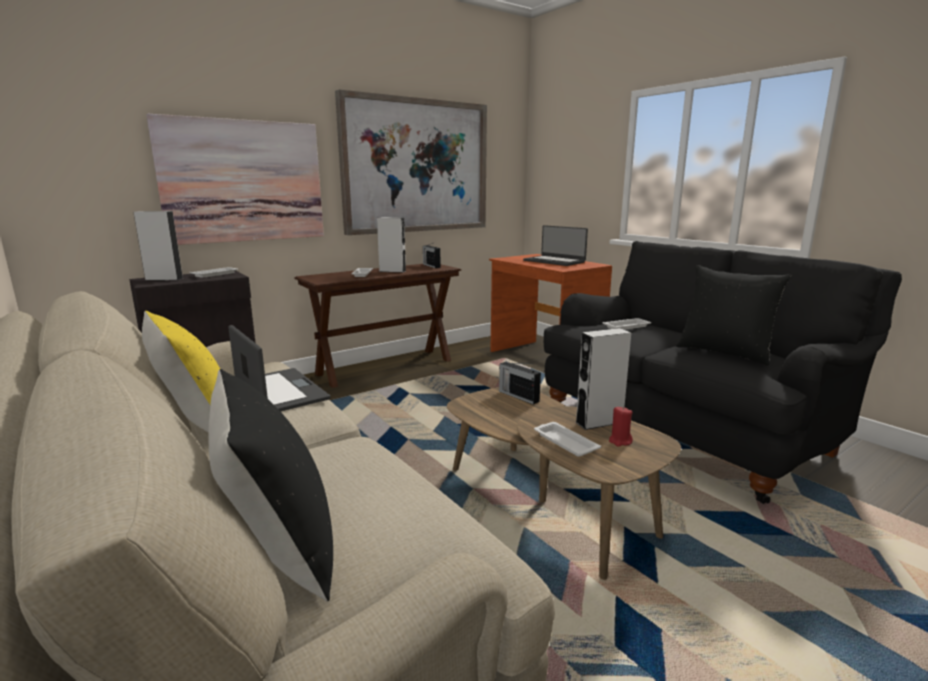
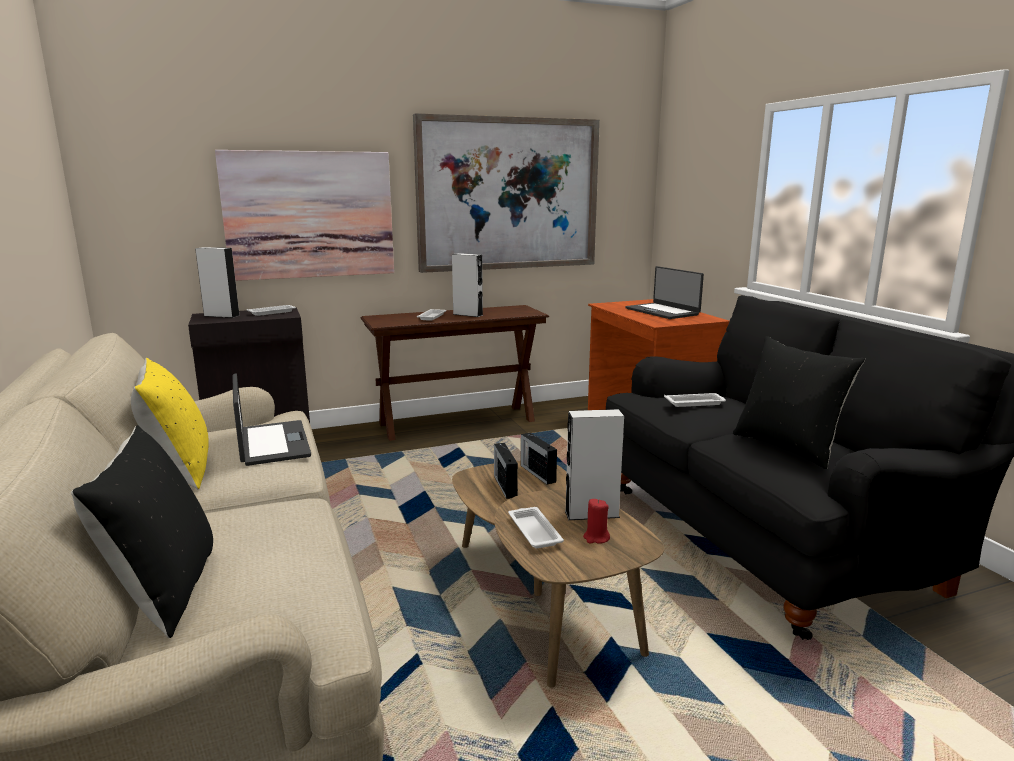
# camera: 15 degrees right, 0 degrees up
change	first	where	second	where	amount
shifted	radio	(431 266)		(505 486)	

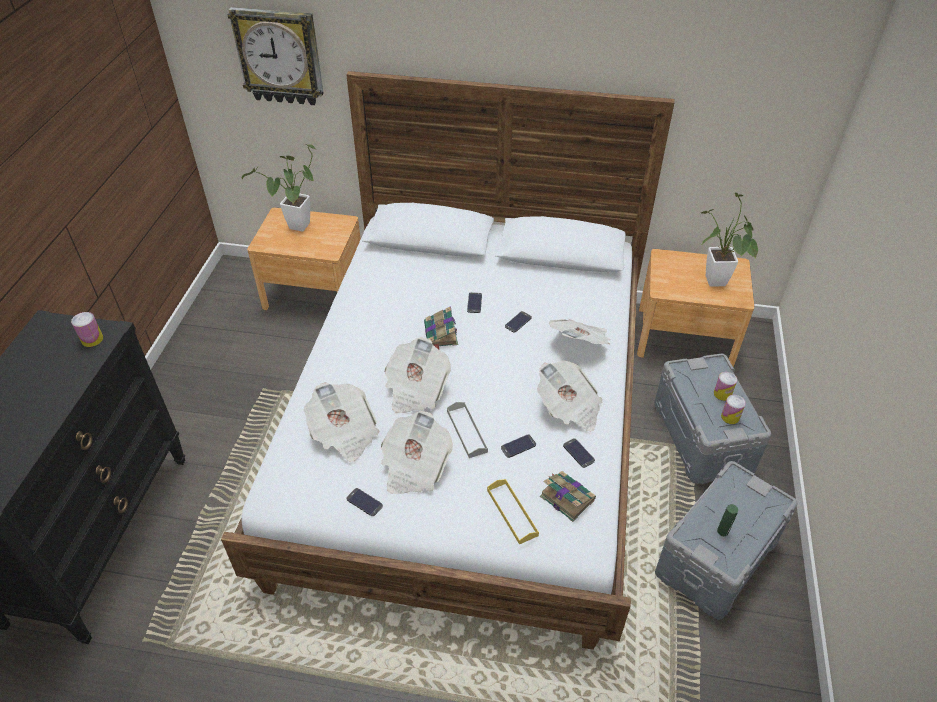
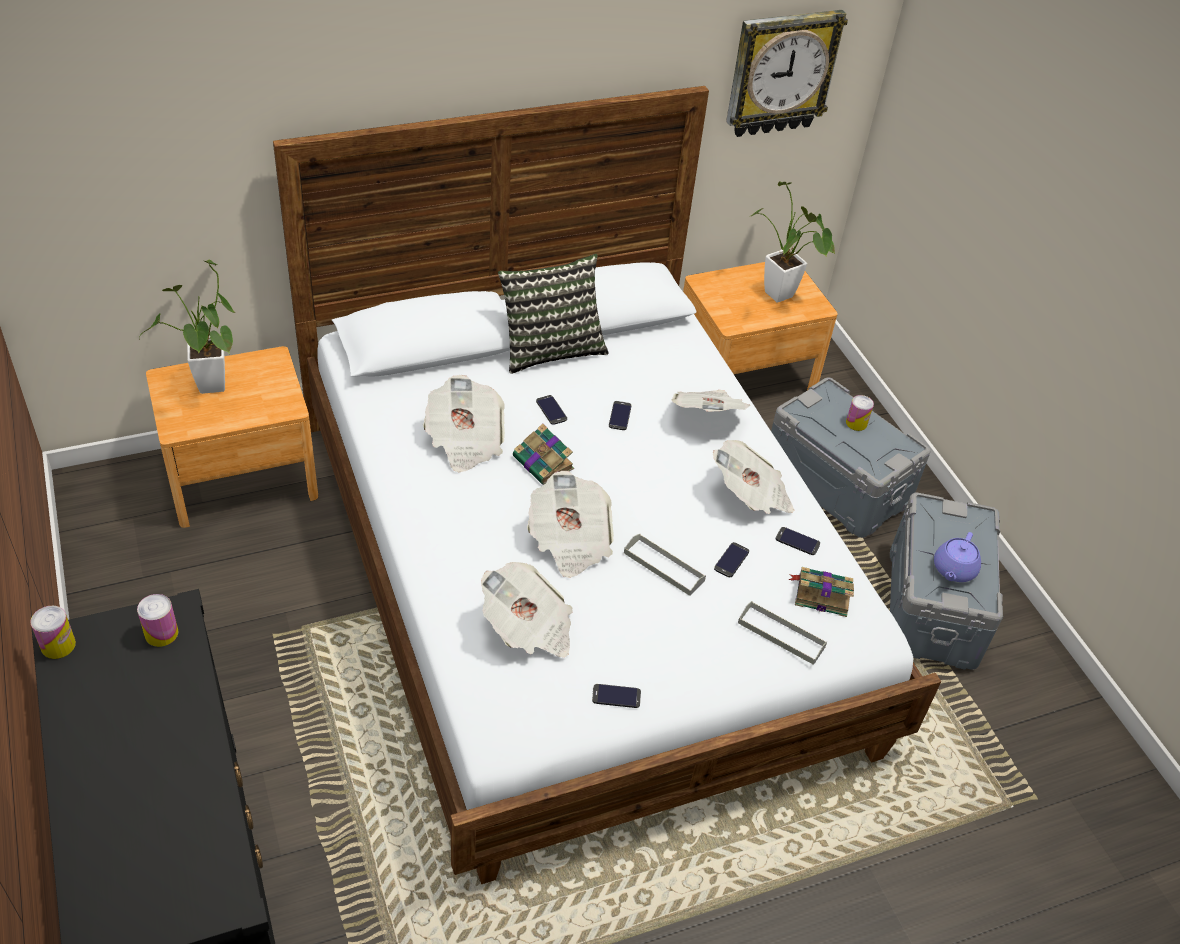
# camera: 35 degrees left, 0 degrees up
change	first	where	second	where	amount
new			coussin	(550 348)	
shifted	horloge murale	(279 56)		(781 73)	
shifted	journal	(414 467)		(465 441)	
shifted	boîte métallique	(730 417)		(58 645)	
swapped	bouteille (vert)	(722 531)	théière (violet)	(953 570)	
repainted	plateau (jaune)	(512 512)	plateau (gris)	(781 635)	

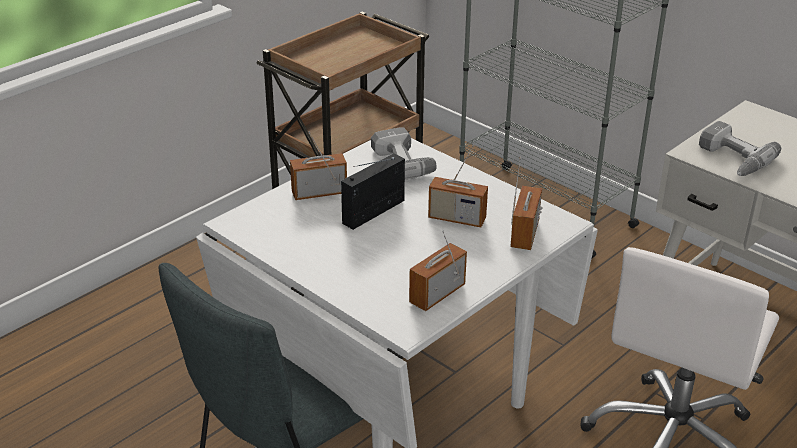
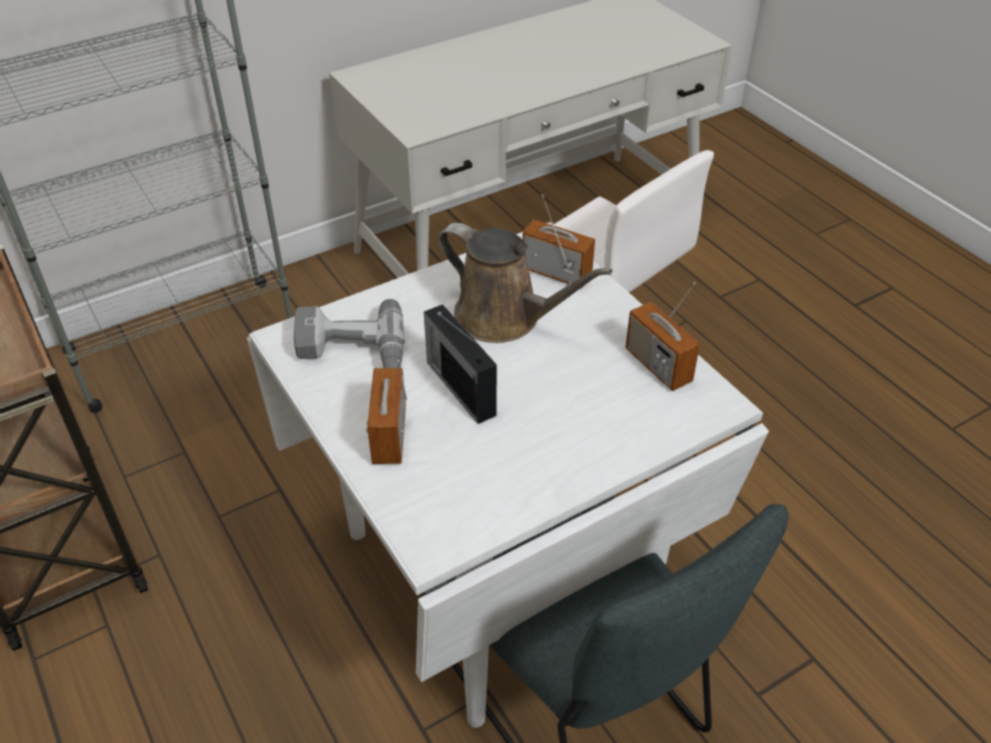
# camera: 75 degrees left, 10 degrees up
change	first	where	second	where	amount
gone	perceuse	(731 159)			
swapped	radio	(457 219)	arrosoir (marron)	(505 318)	

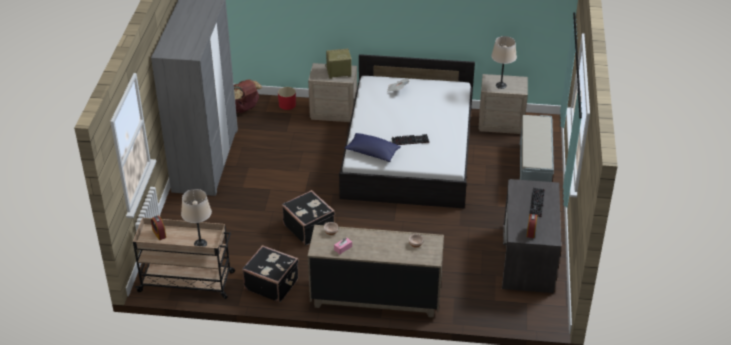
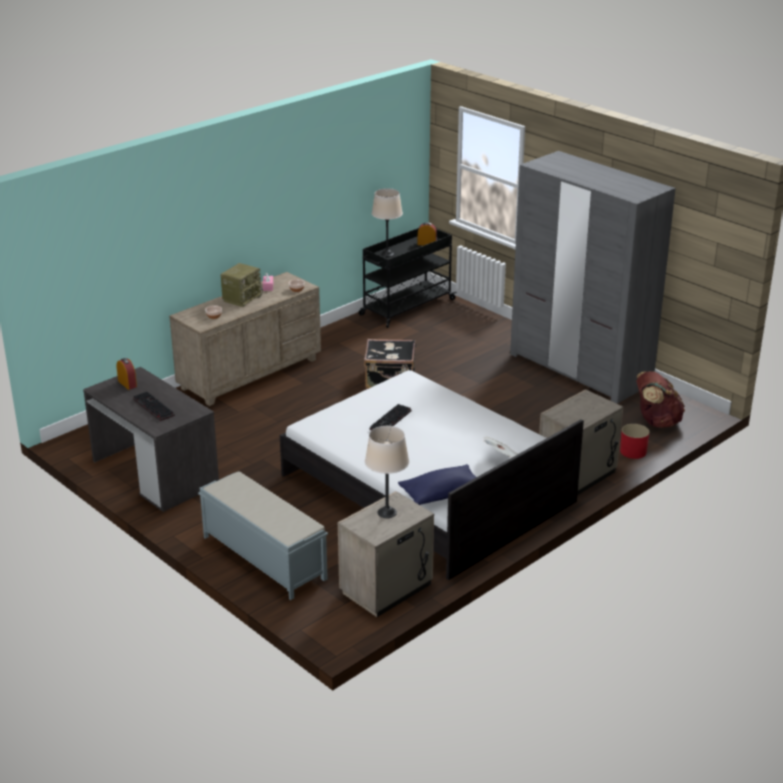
# camera: 130 degrees right, 10 degrees down
change	first	where	second	where	amount
gone	valise (noir)	(272 284)			
shifted	radio	(338 73)		(242 298)	
shifted	coussin (bleu)	(372 153)		(442 494)	
repainted	chariot (beige)	(188 282)	chariot (noir)	(406 307)	

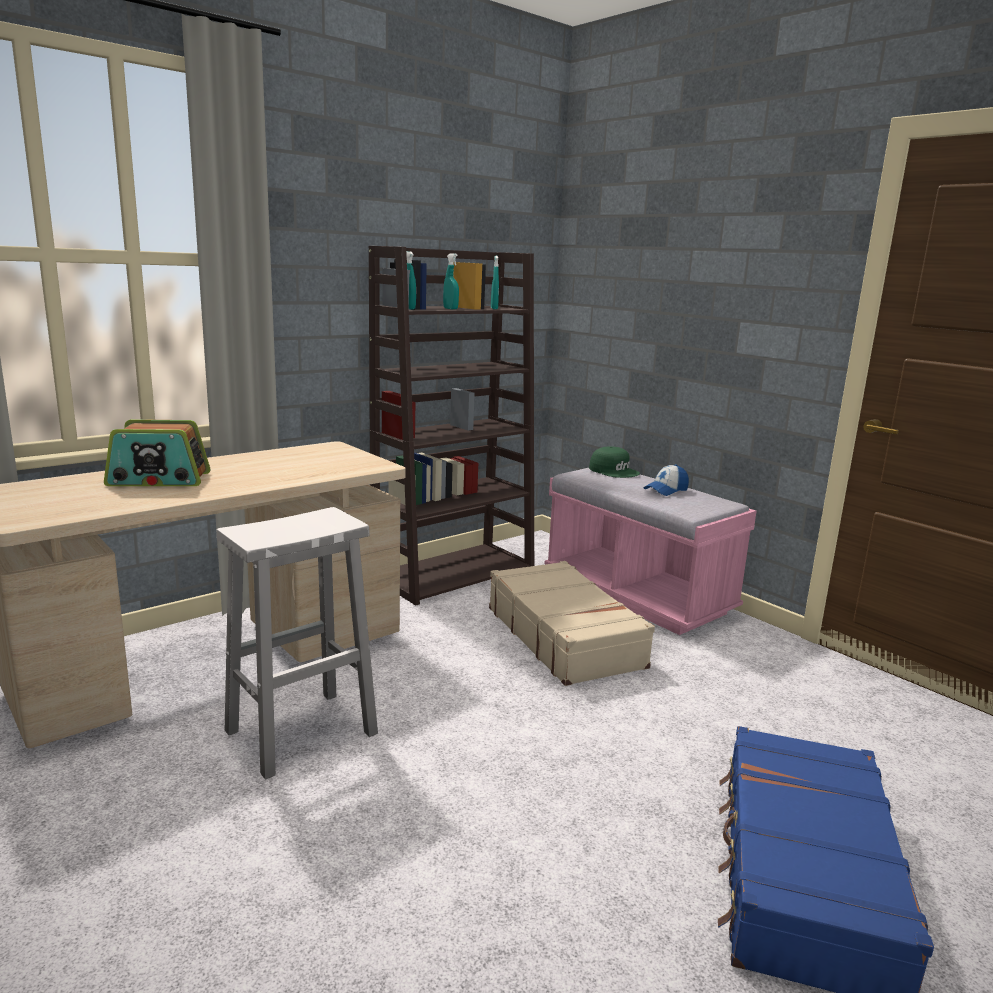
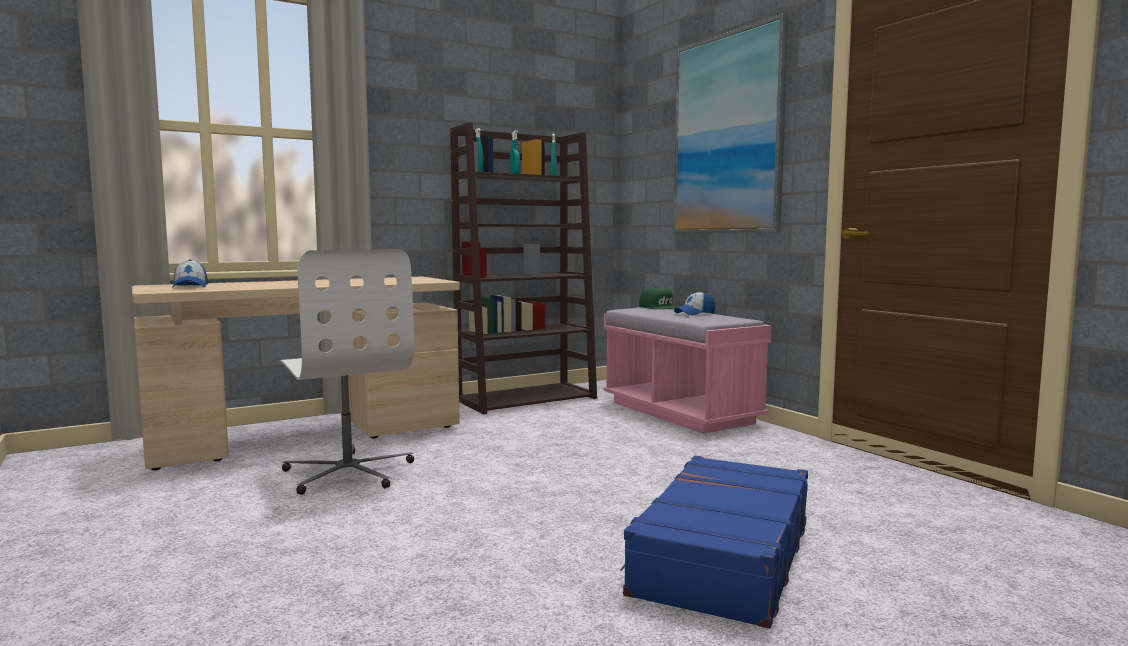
# camera: 10 degrees right, 10 degrees down
change	first	where	second	where	amount
gone	radio	(159 479)			
gone	valise (beige)	(564 637)			
new			casquette	(190 287)	
new			tableau	(728 135)	
swapped	tabouret (blanc)	(299 733)	chaise de bureau (blanc)	(349 472)	

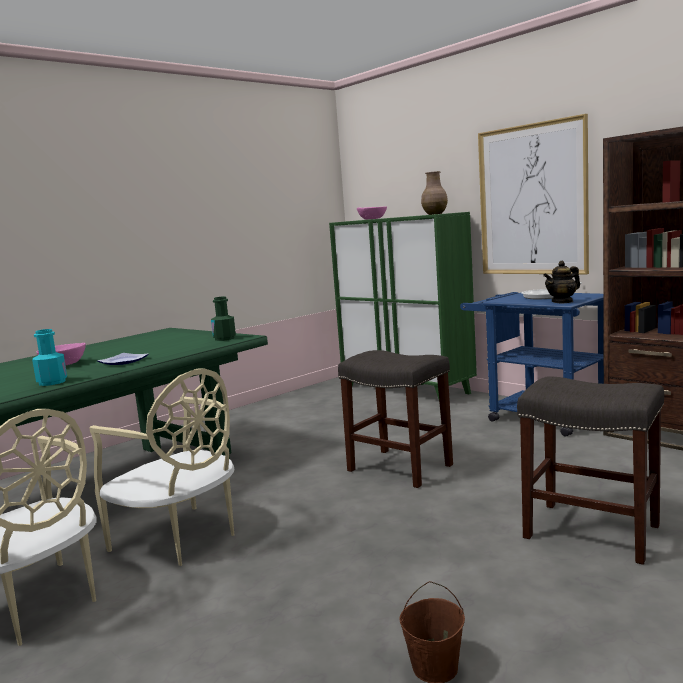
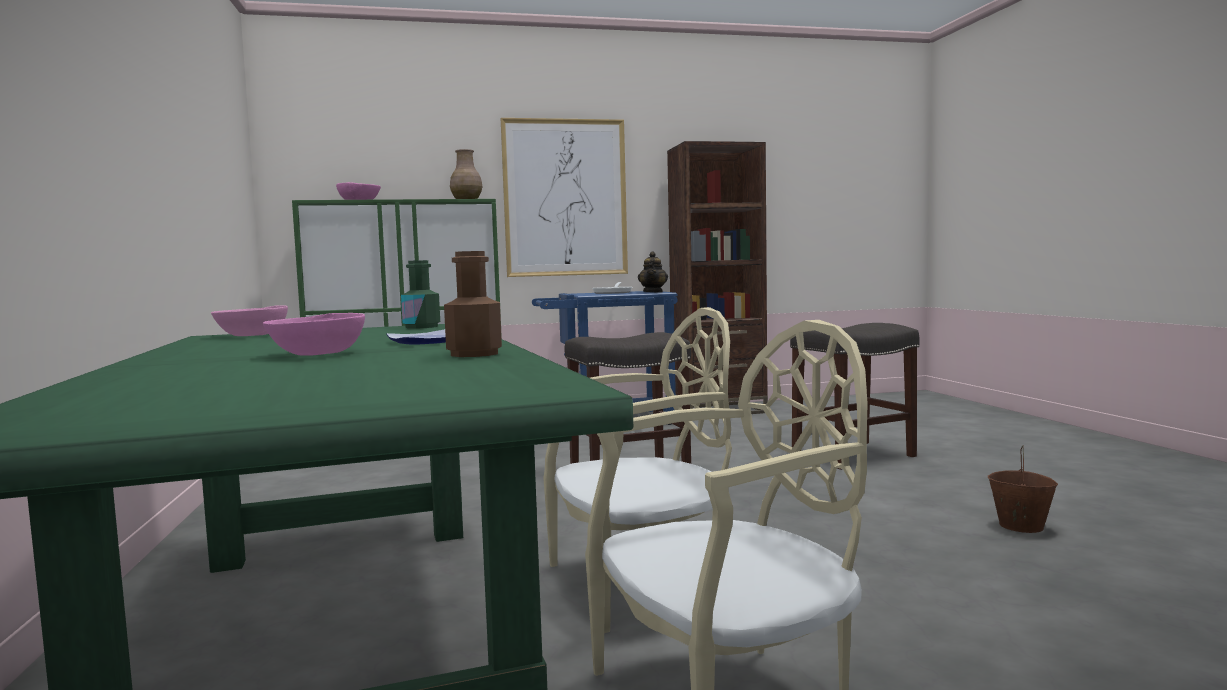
# camera: 60 degrees left, 5 degrees down
change	first	where	second	where	amount
new			bol (rose)	(252 335)	
repainted	bouteille (turquoise)	(52 382)	bouteille (marron)	(474 354)	

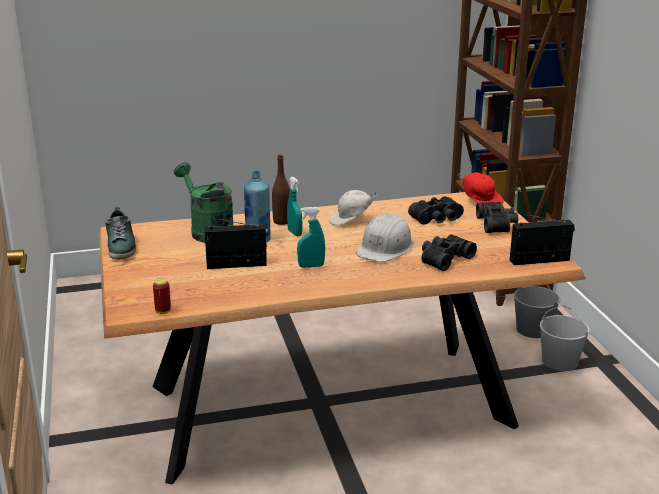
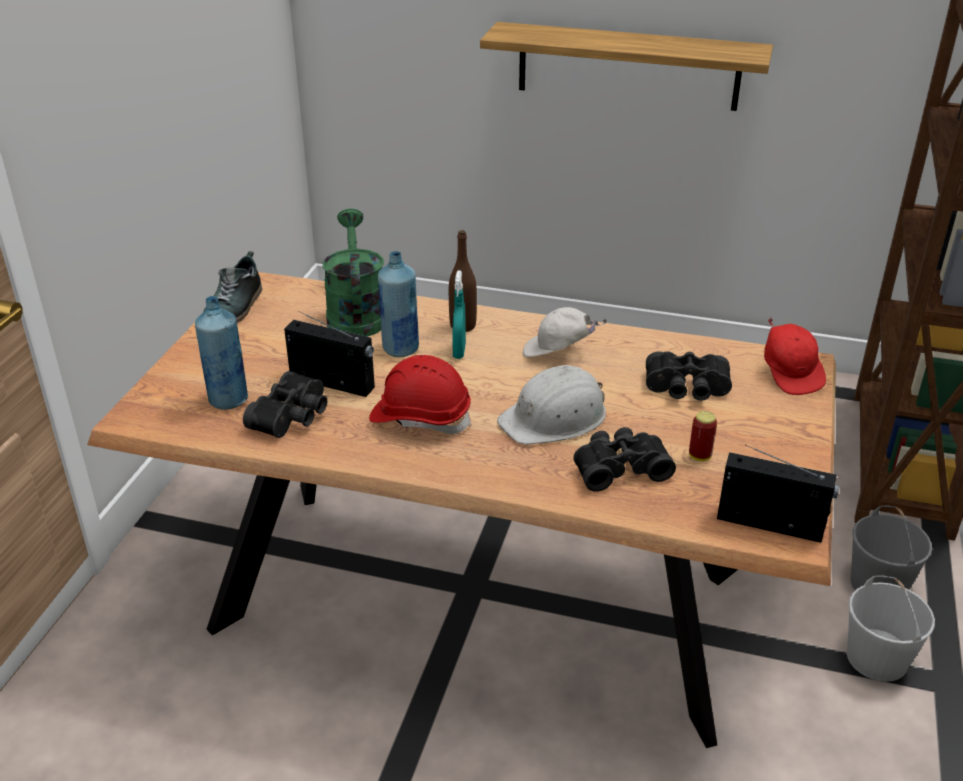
# camera: 30 degrees right, 10 degrees up
change	first	where	second	where	amount
new			bouteille (bleu)	(228 399)	
new			étagère	(628 66)	
shifted	boîte métallique	(163 311)		(700 456)	
shifted	jumelles (noir)	(497 224)		(293 416)	
swapped	vaporisateur (turquoise)	(311 266)	casque de chantier (rouge)	(420 417)	

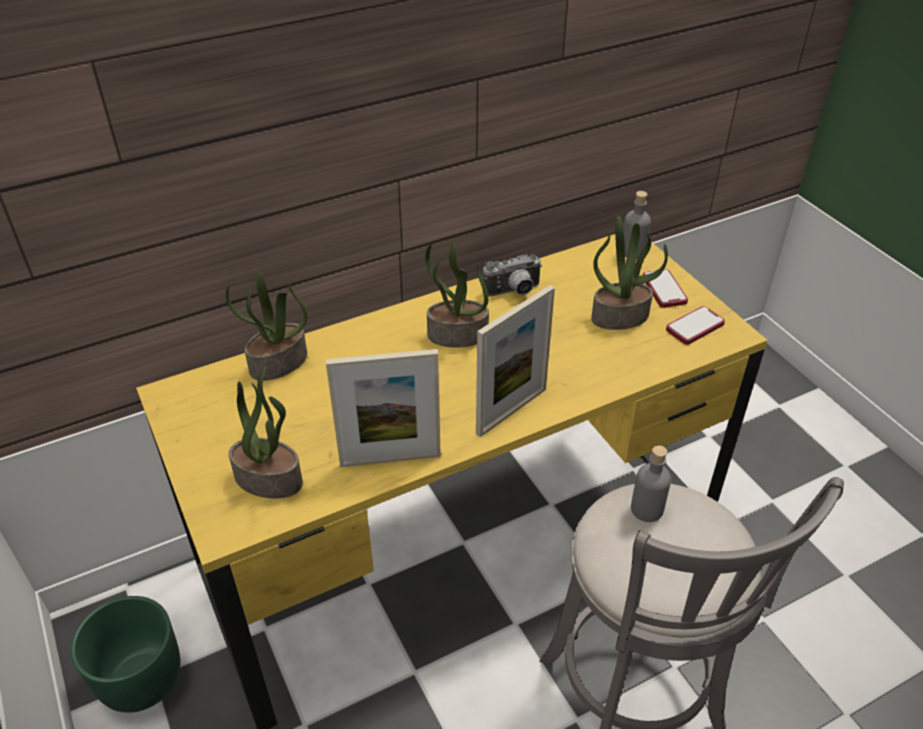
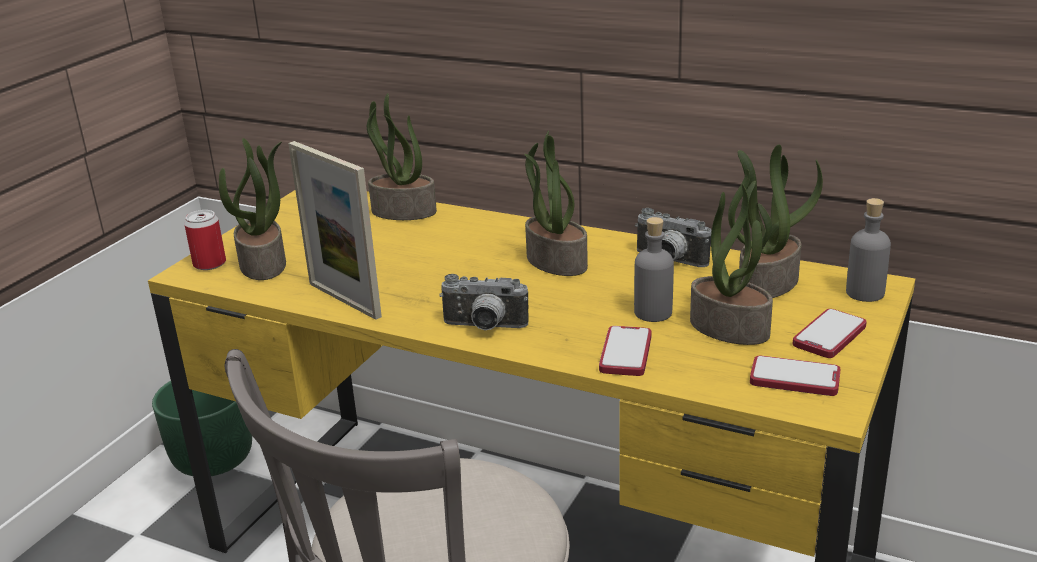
# camera: 55 degrees right, 15 degrees down
change	first	where	second	where	amount
new			boîte métallique	(209 264)	
new			téléphone	(625 353)	
new			plante en pot	(767 282)	
shifted	bouteille (gris)	(646 509)		(653 312)	
swapped	cadre photo	(511 411)	appareil photo	(484 328)	

